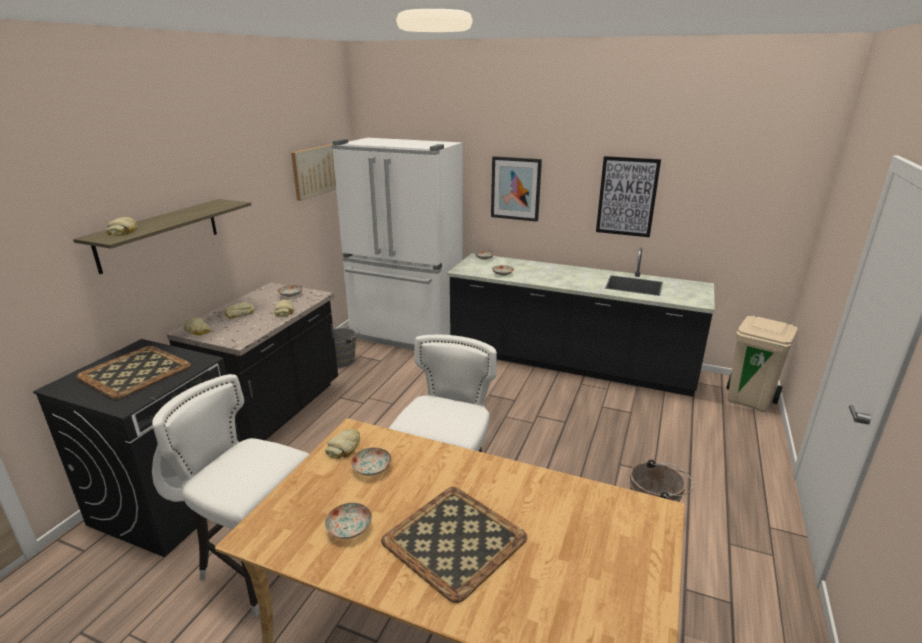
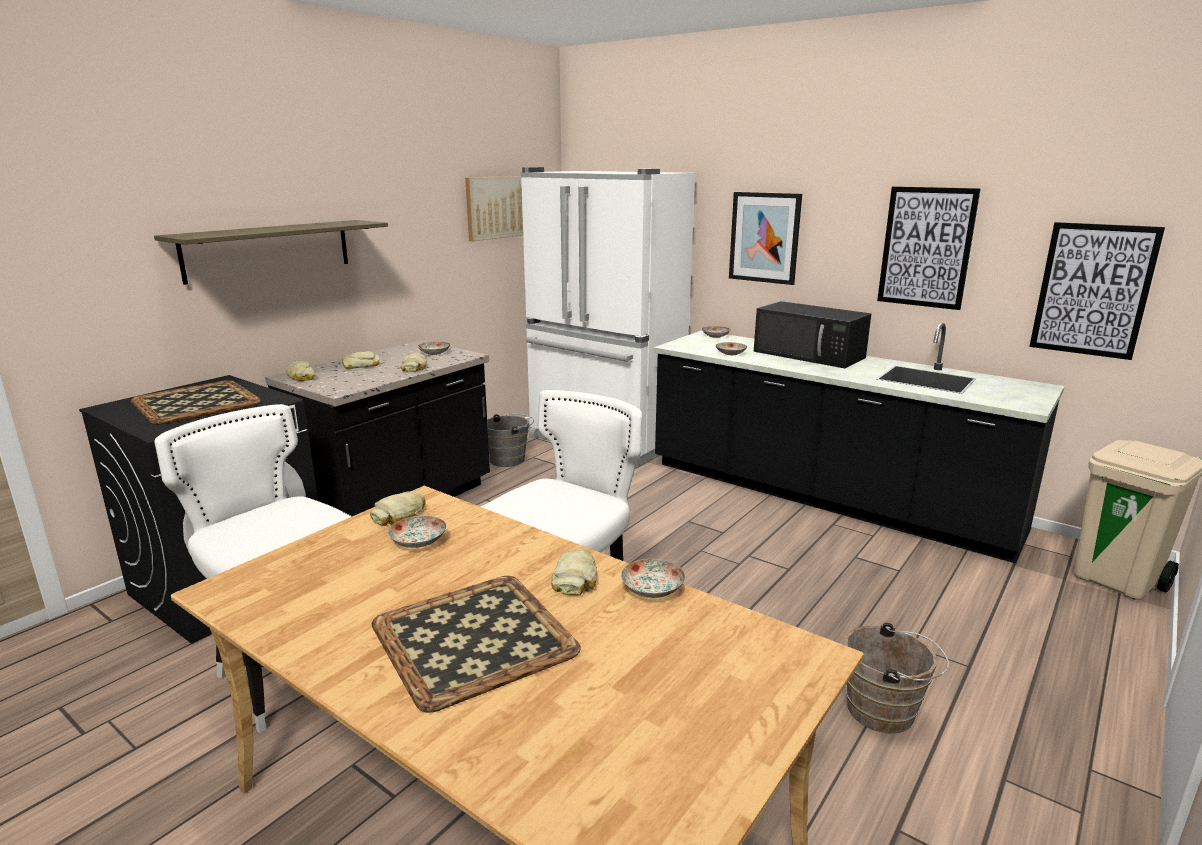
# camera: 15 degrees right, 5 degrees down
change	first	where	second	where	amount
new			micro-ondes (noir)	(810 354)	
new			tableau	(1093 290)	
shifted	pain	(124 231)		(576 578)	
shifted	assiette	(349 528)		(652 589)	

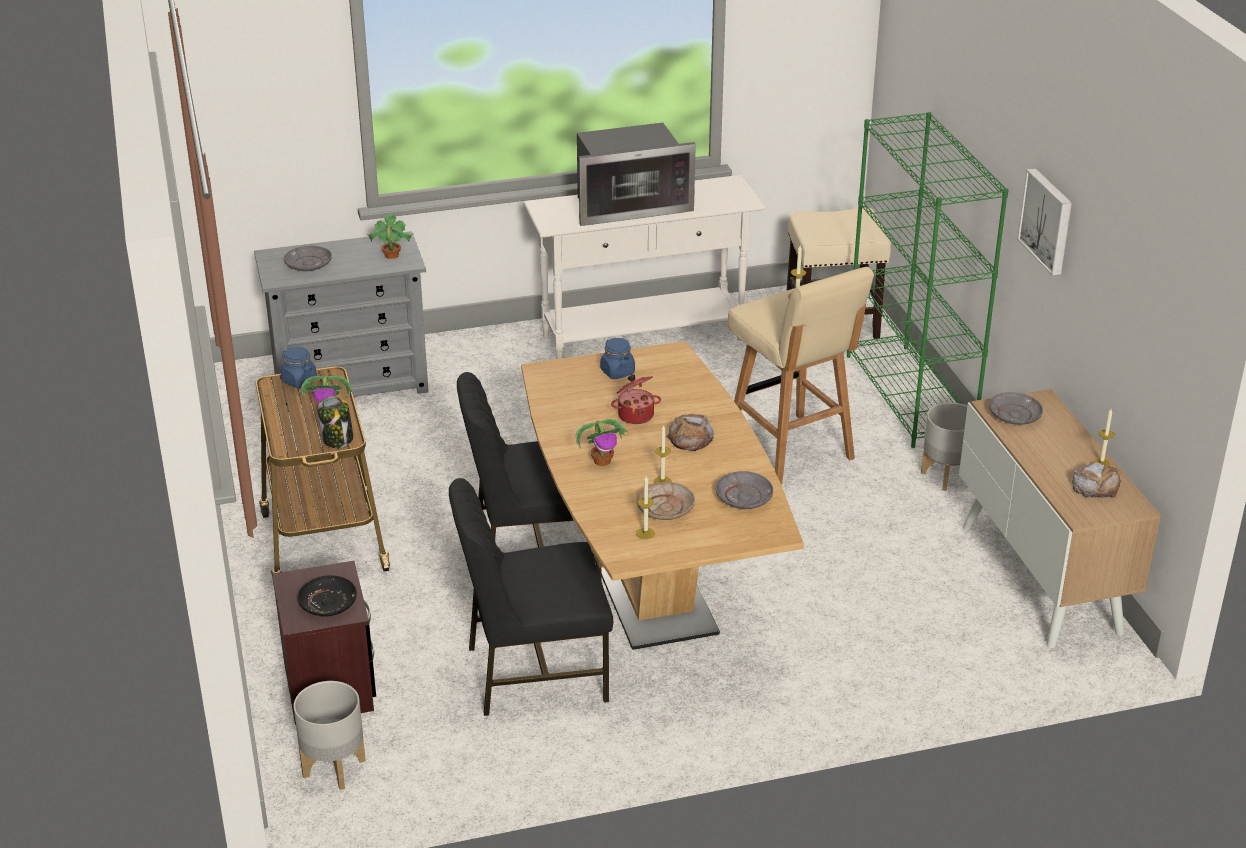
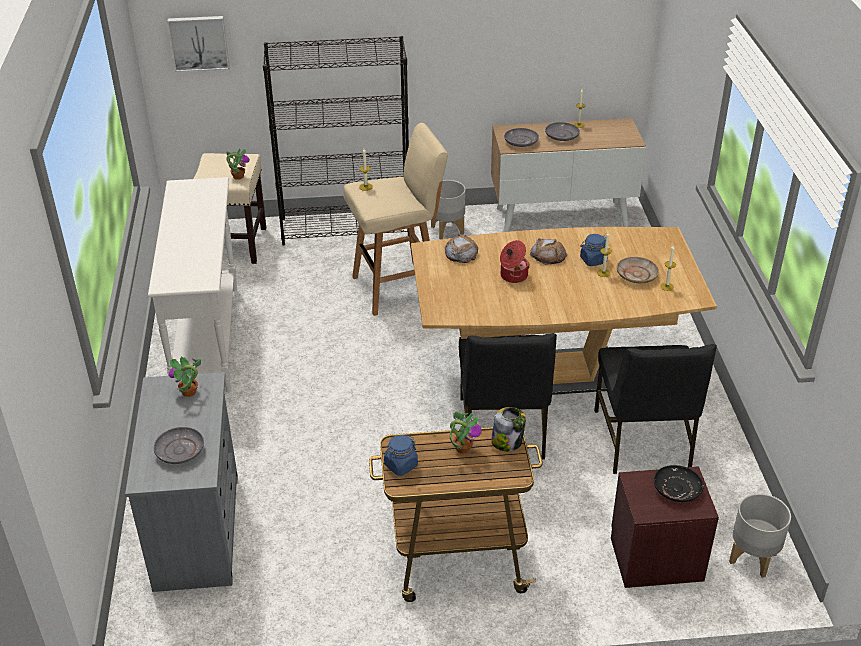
# camera: 80 degrees left, 5 degrees up
change	first	where	second	where	amount
gone	micro-ondes	(629 205)			
shifted	plante en pot	(602 461)		(238 176)	
shifted	bocal (bleu)	(617 372)		(593 260)	
shifted	assiette (gris)	(744 497)		(561 136)	
shifted	tableau	(1048 221)		(199 42)	
shifted	pain	(1095 485)		(461 253)	
repainted	bibliothèque (vert)	(910 396)	bibliothèque (noir)	(346 227)	

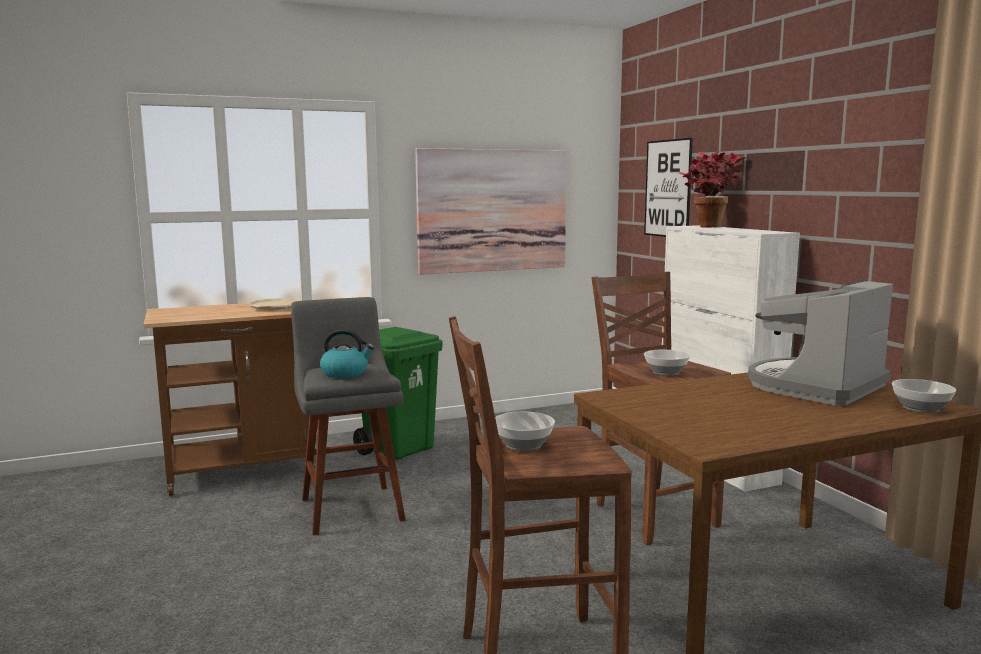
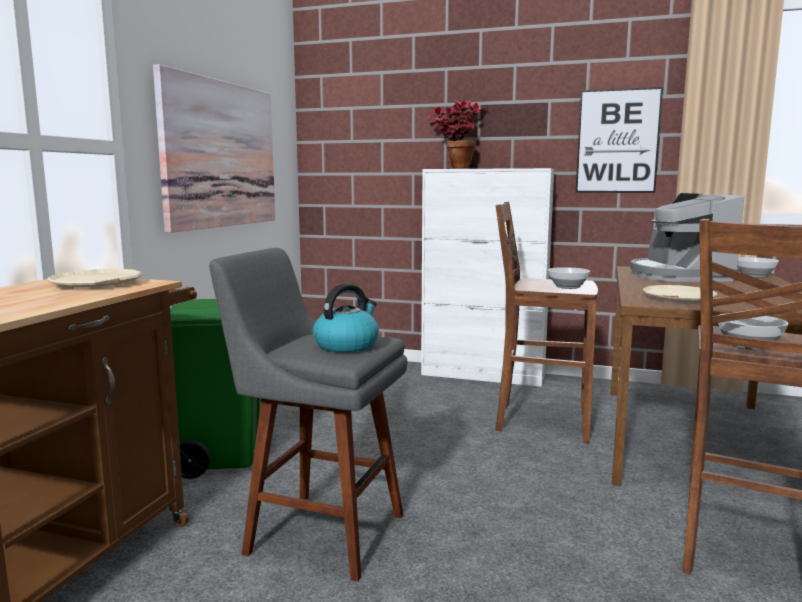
# camera: 50 degrees left, 0 degrees up
change	first	where	second	where	amount
new			assiette (beige)	(678 298)	
shifted	tableau	(668 188)		(617 141)	

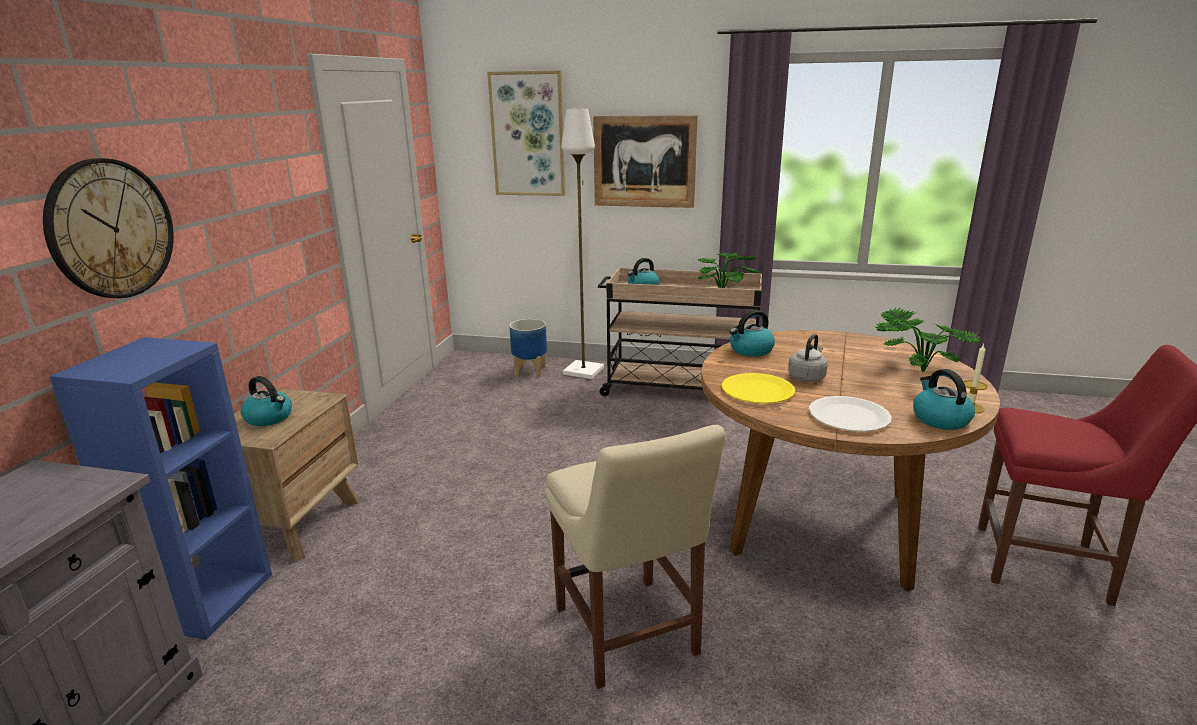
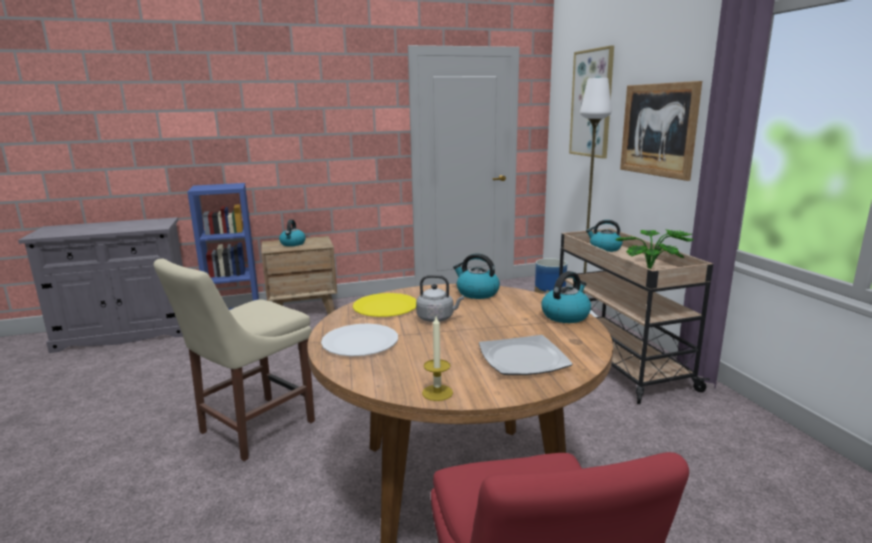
# camera: 60 degrees right, 5 degrees down
change	first	where	second	where	amount
gone	horloge murale	(111 229)			
shifted	bouilloire	(939 419)		(565 315)	
swapped	plante en pot	(917 369)	assiette	(524 359)	

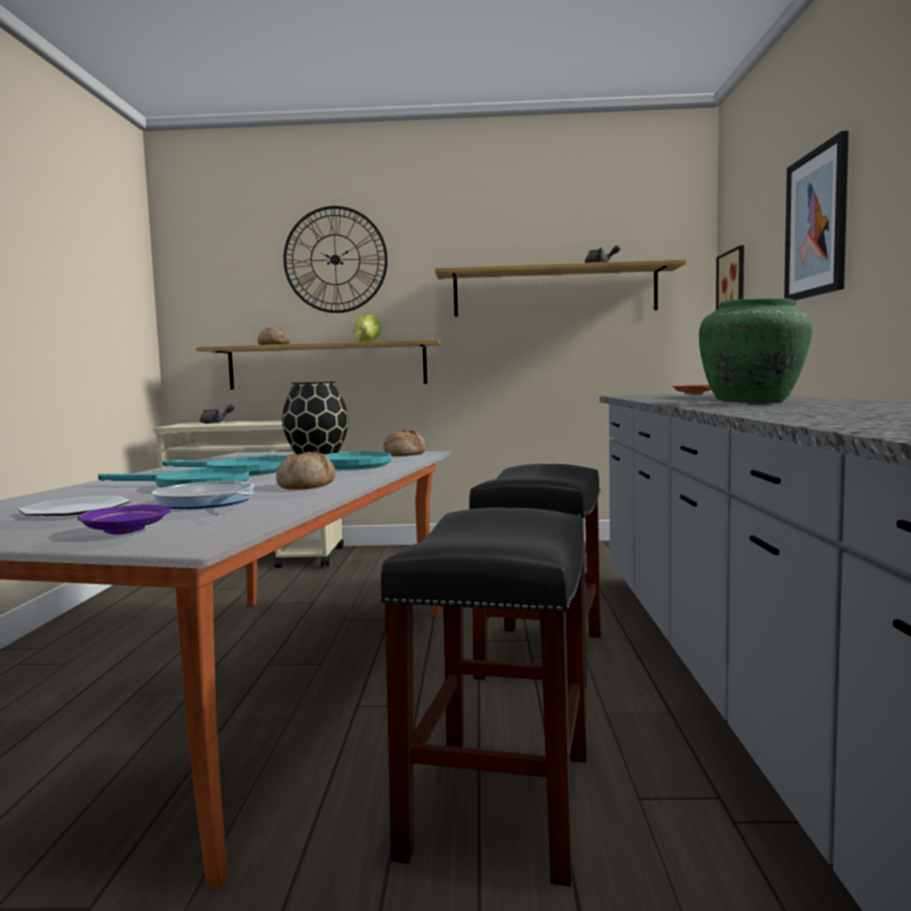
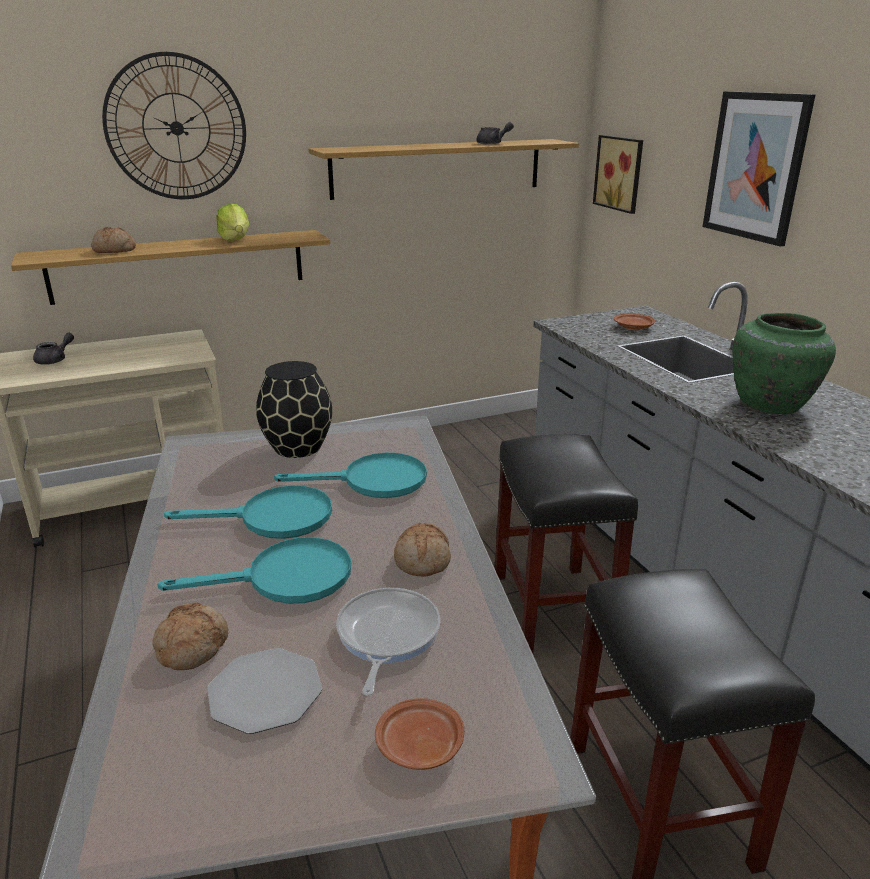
# camera: 25 degrees left, 20 degrees up
change	first	where	second	where	amount
shifted	pain	(404 454)		(191 646)	
repainted	assiette (violet)	(124 530)	assiette (marron)	(418 745)	
rotated	poêle	(207 502)		(386 636)	75 degrees clockwise

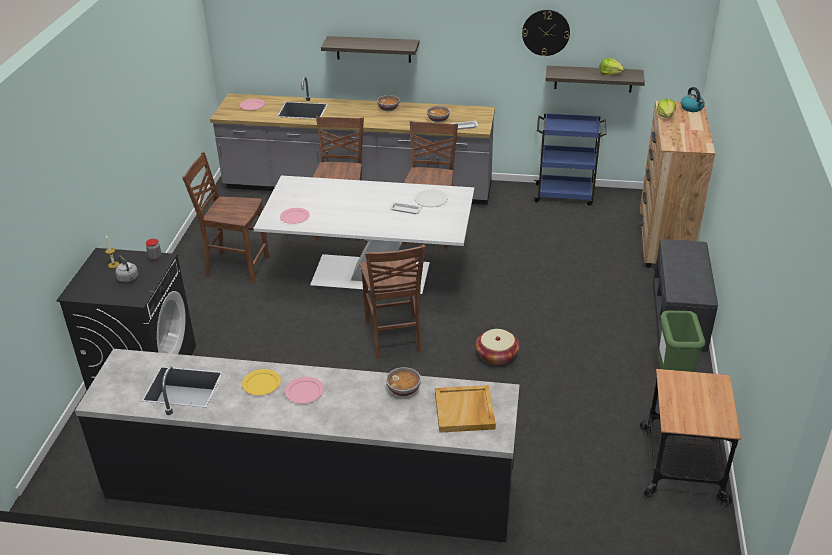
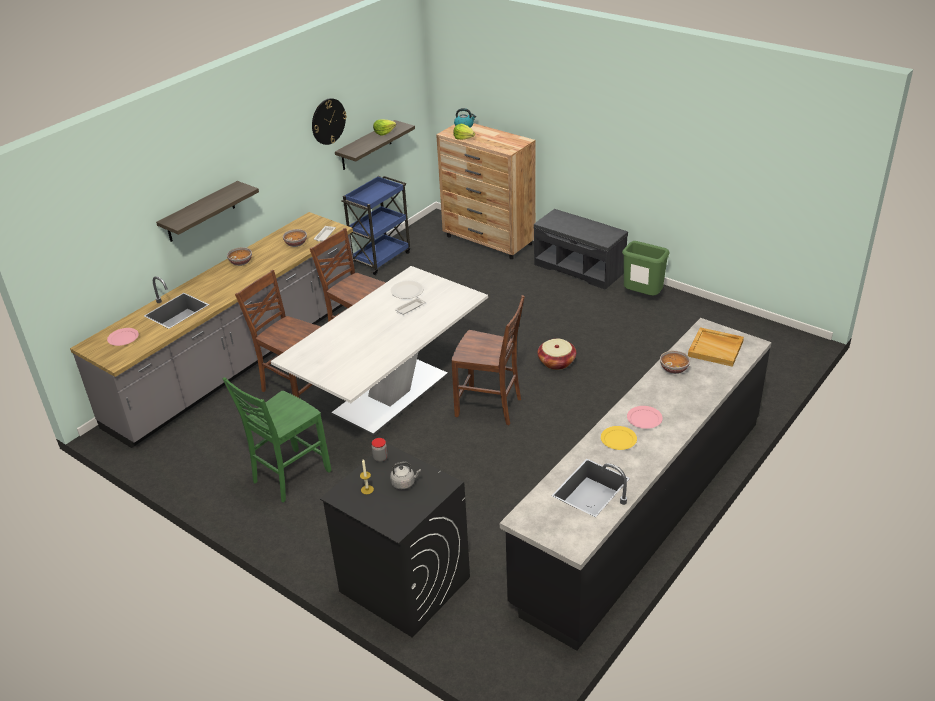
# camera: 60 degrees left, 0 degrees up
change	first	where	second	where	amount
gone	assiette (rose)	(294 217)			
gone	chariot	(683 466)			
repainted	chaise (marron)	(236 266)	chaise (vert)	(289 476)	

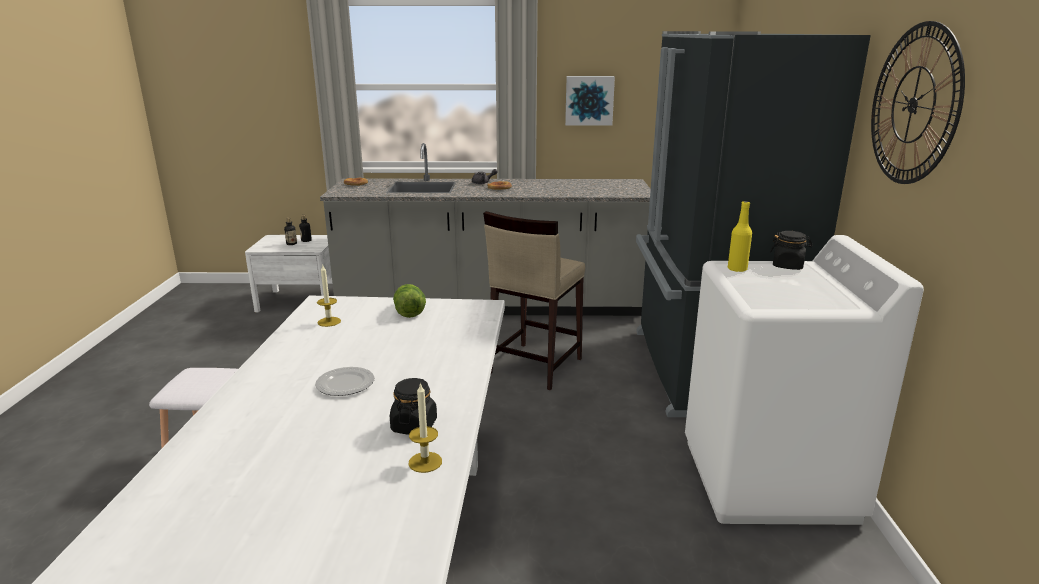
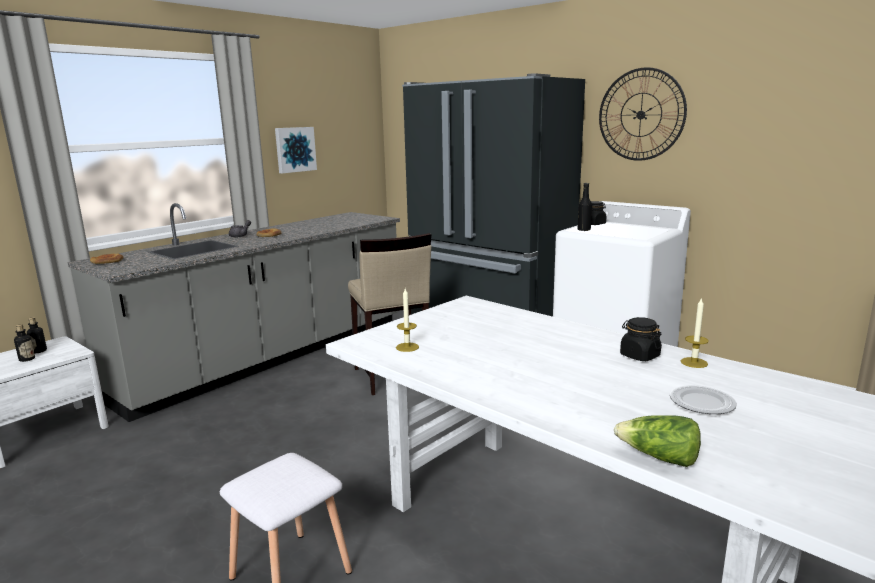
# camera: 50 degrees left, 5 degrees down
change	first	where	second	where	amount
shifted	assiette	(345 384)		(702 403)	
shifted	laitue	(409 311)		(659 458)	
repainted	bouteille (jaune)	(737 269)	bouteille (noir)	(584 230)	

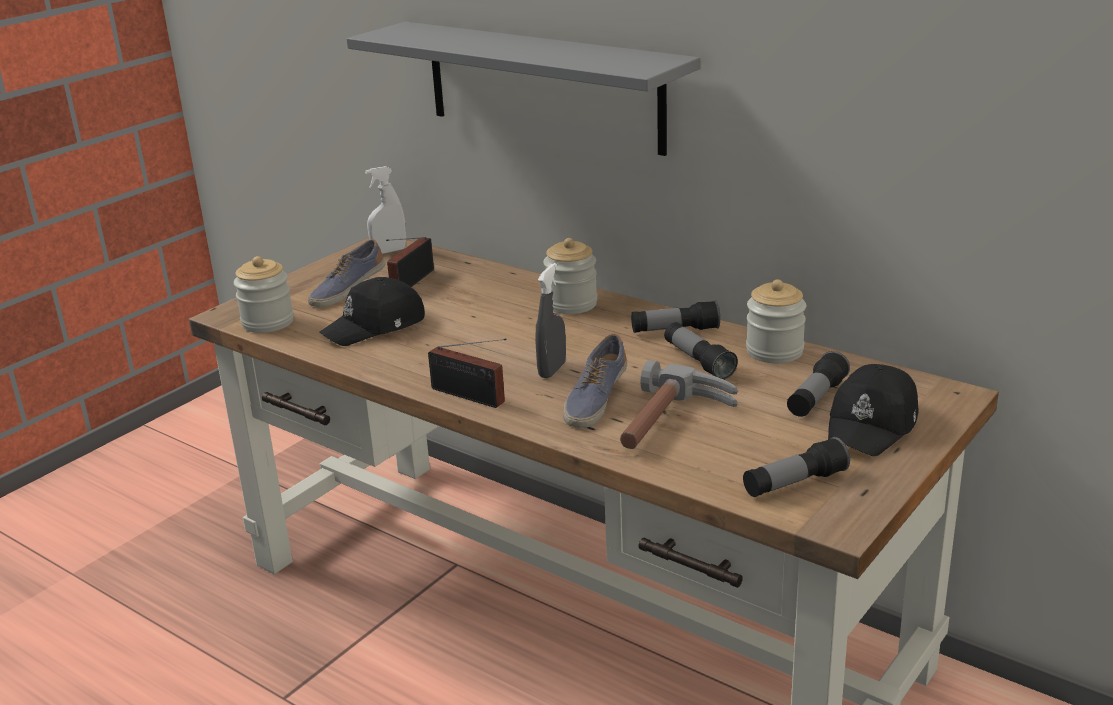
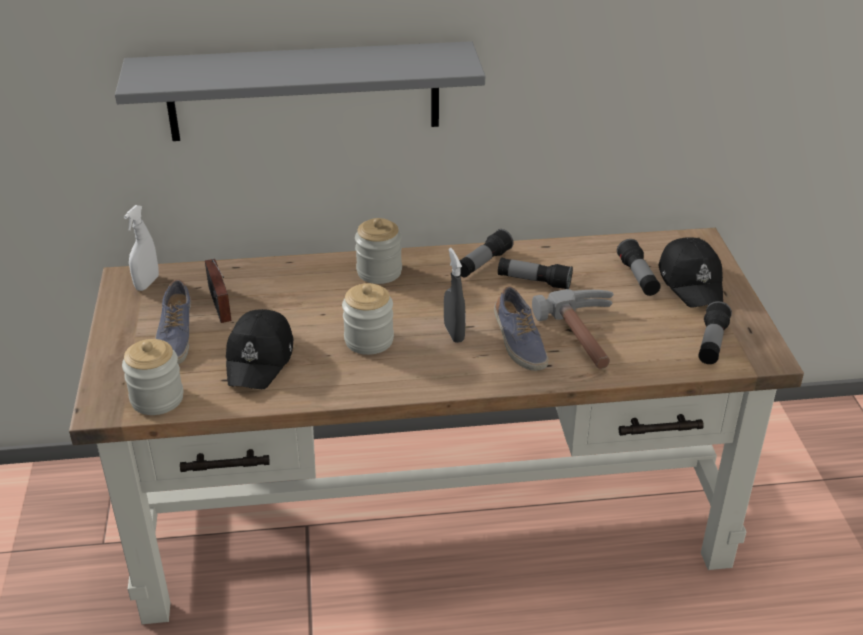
# camera: 45 degrees left, 10 degrees up
change	first	where	second	where	amount
gone	radio	(471 397)			
shifted	bocal	(774 351)		(369 340)	

